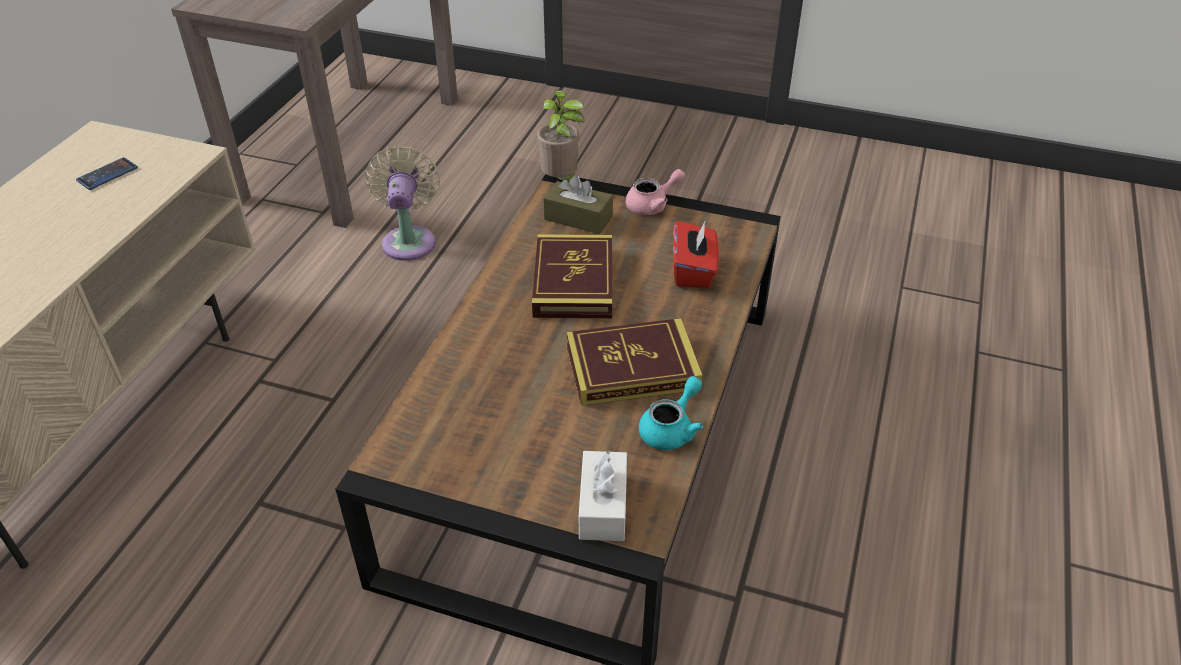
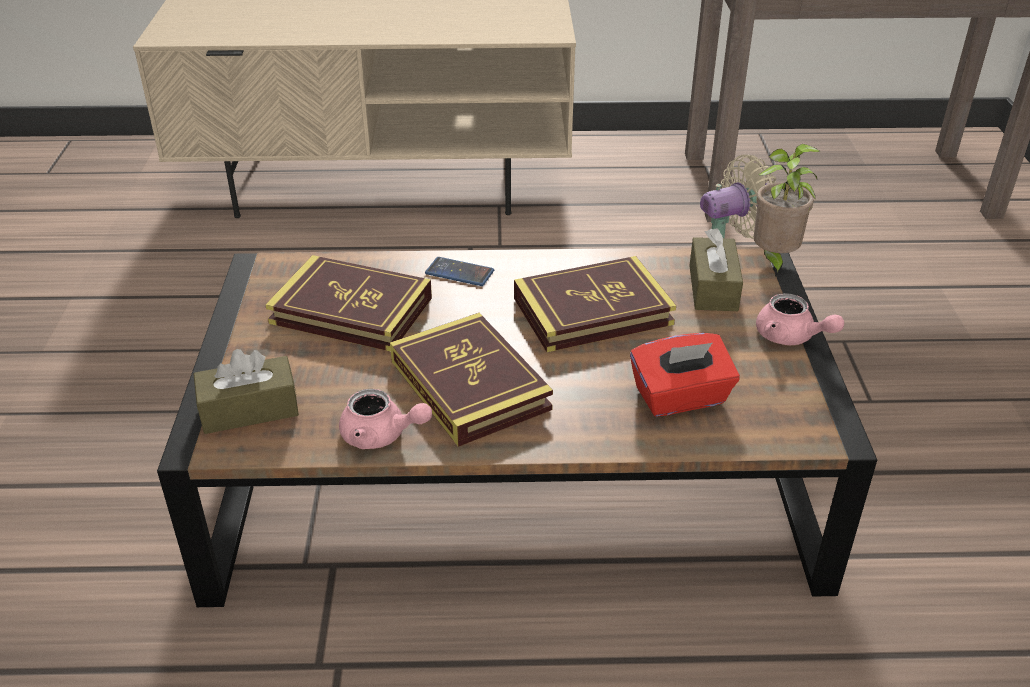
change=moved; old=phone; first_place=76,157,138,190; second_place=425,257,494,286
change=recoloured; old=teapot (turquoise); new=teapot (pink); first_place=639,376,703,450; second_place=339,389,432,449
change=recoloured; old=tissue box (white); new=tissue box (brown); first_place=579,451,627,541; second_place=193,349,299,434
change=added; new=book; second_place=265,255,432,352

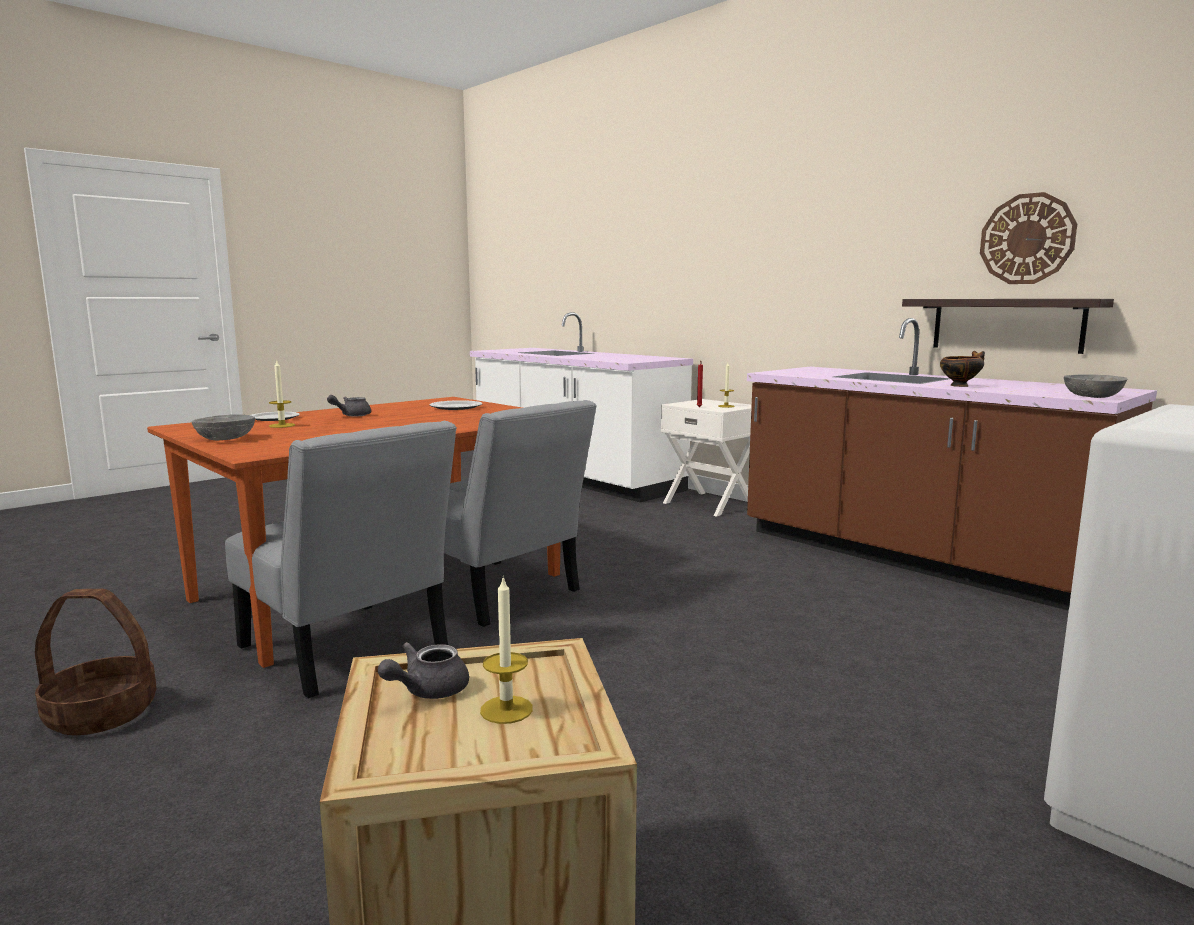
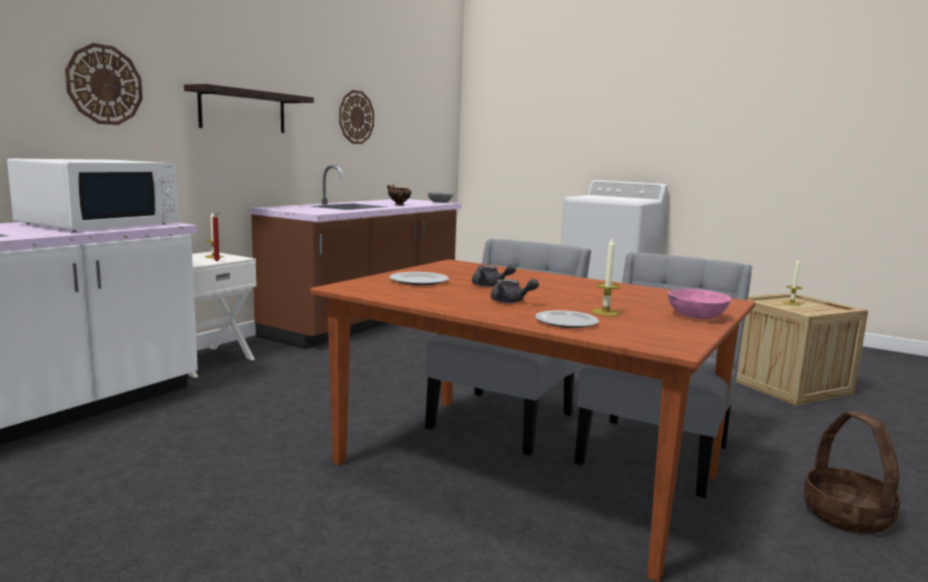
change=moved; old=shelf; first_place=902,299,1114,354; second_place=184,84,314,133
change=recoloured; old=bowl (grey); new=bowl (pink); first_place=192,414,255,440; second_place=668,289,731,319
change=moved; old=teapot (grey); first_place=378,642,469,699; second_place=472,264,516,287
change=added; new=wall clock; second_place=65,43,143,125
change=added; new=microwave (white); second_place=7,159,179,231

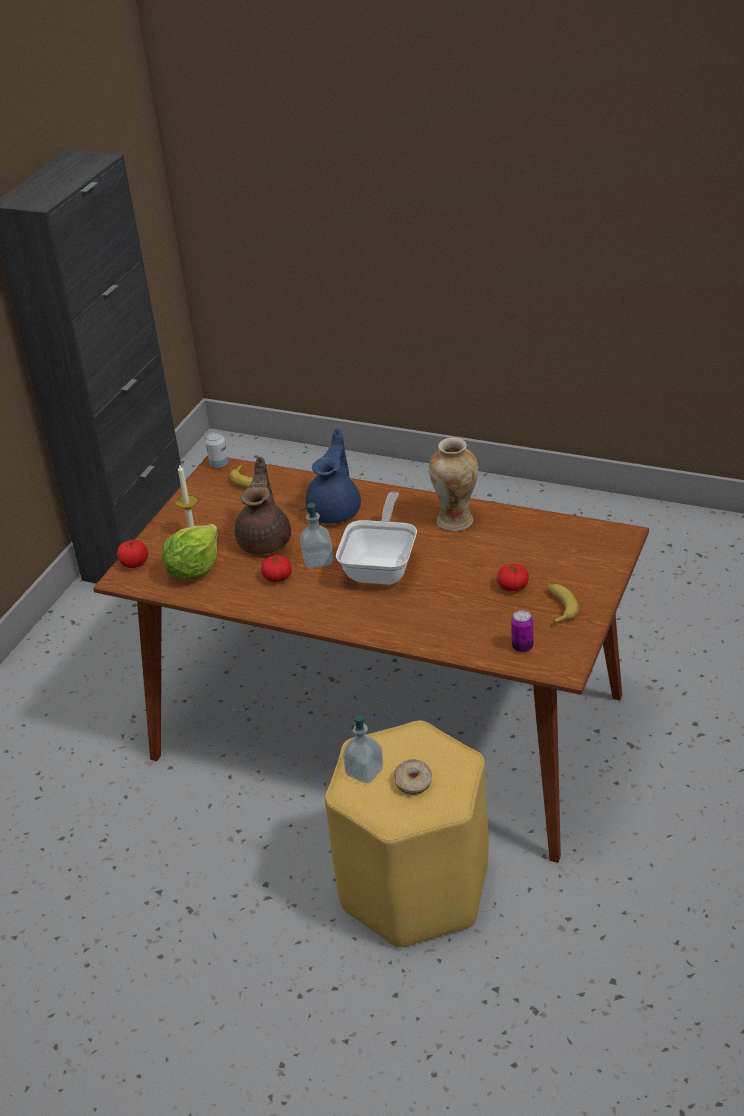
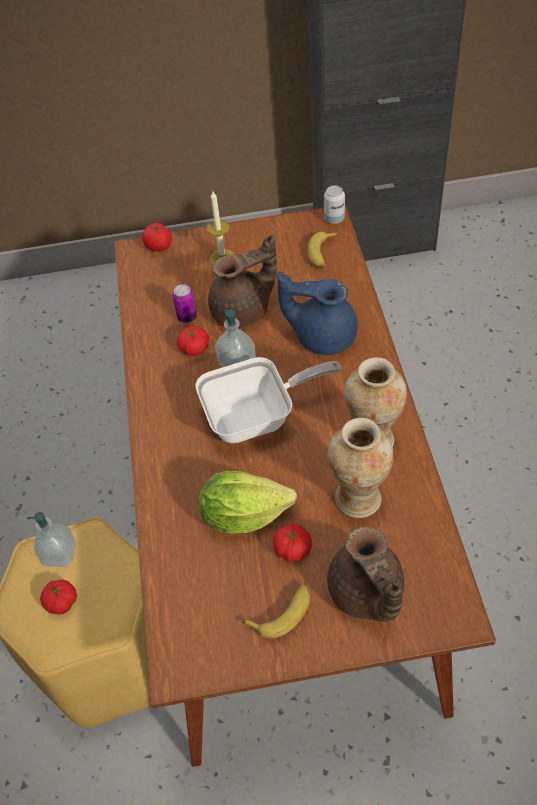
change=turned; old=teapot (blue); first_place=306,428,361,524; second_place=277,272,358,355; degrees=-150
change=moved; old=lettuce; first_place=162,524,218,580; second_place=199,471,297,534
change=moved; old=can; first_place=511,610,533,652; second_place=172,284,197,323
change=replaced; old=donut; new=tomato; first_place=394,759,432,795; second_place=40,579,77,615
change=added; new=vase; second_place=328,418,394,518
change=added; new=teapot (brown); second_place=327,526,404,622

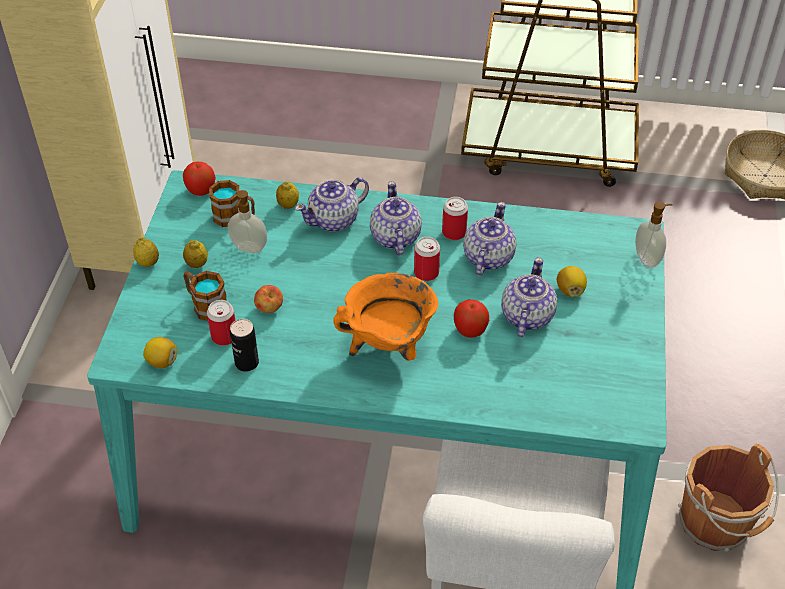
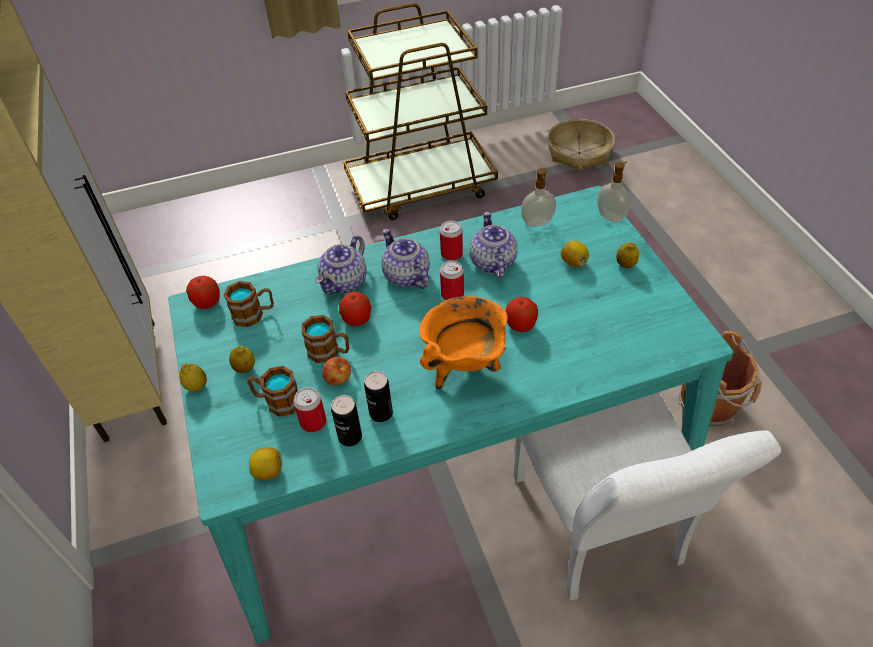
change=moved; old=lemon; first_place=276,182,299,209; second_place=616,242,639,268
change=moved; old=soap dispenser; first_place=228,190,267,253; second_place=521,168,556,227
change=removed; old=teapot; first_place=501,257,557,337
change=added; new=apple; second_place=339,292,371,326
change=added; new=mug; second_place=302,315,349,363
change=added; new=can; second_place=364,371,393,422

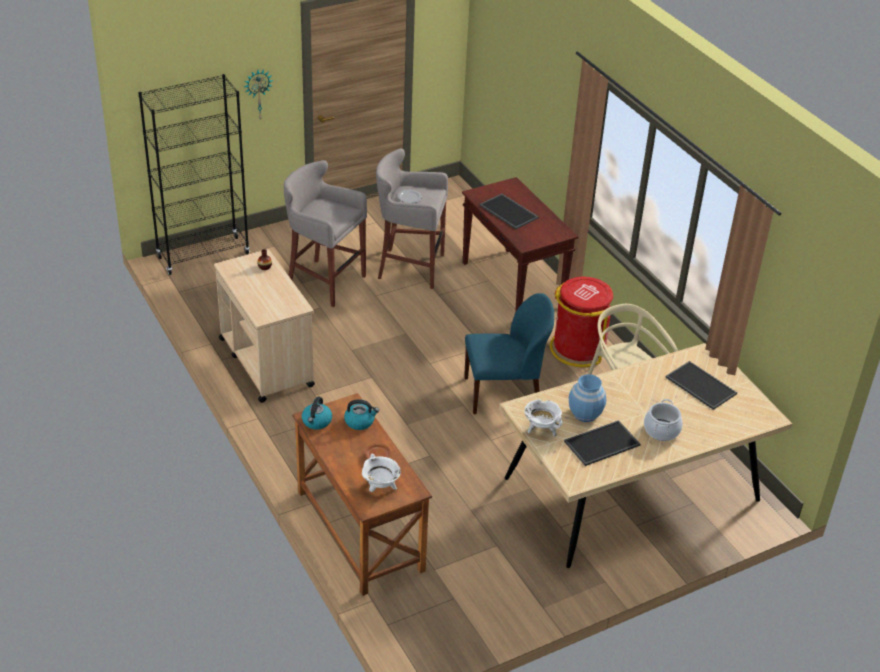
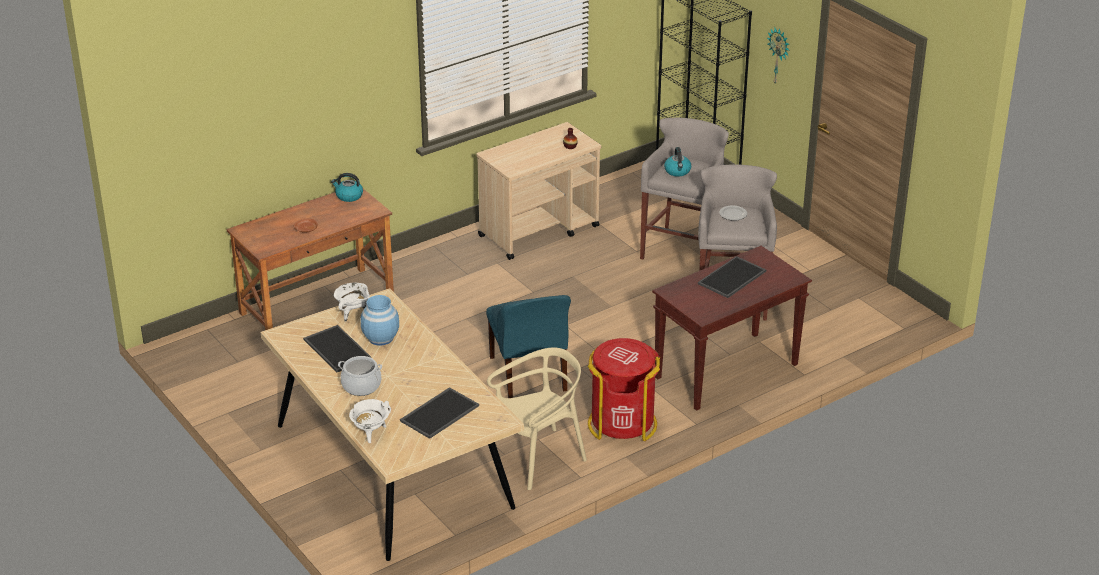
change=moved; old=kettle; first_place=344,399,379,430; second_place=664,147,691,177
change=moved; old=cooking pot (white); first_place=362,453,401,492; second_place=349,399,391,443

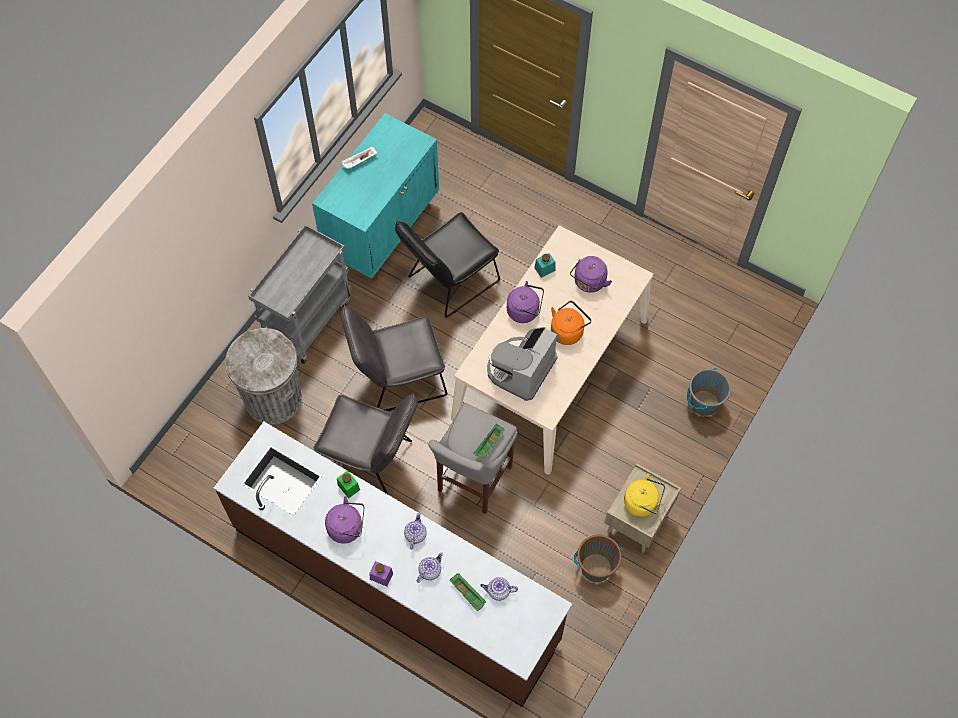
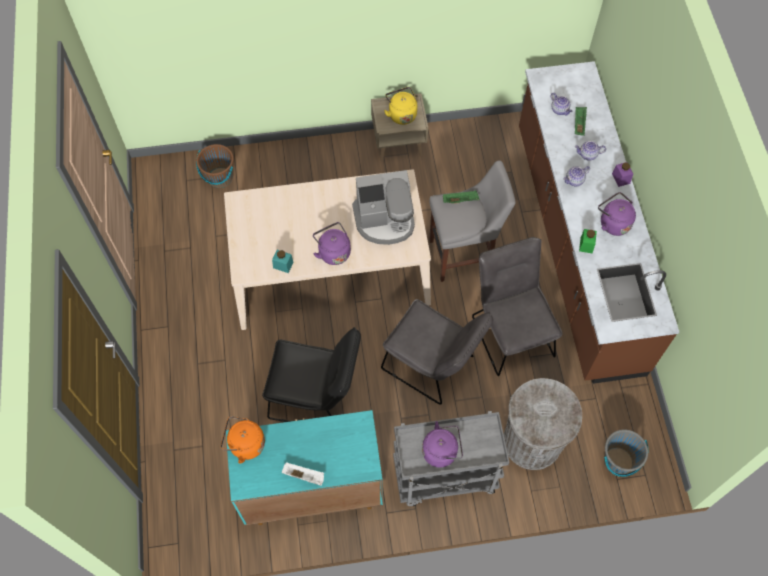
change=moved; old=kettle (purple); first_place=570,256,612,293; second_place=422,421,463,468
change=moved; old=kettle (orange); first_place=551,301,592,345; second_place=221,416,265,464
change=moved; old=bucket (grey); first_place=687,368,731,416; second_place=604,429,648,477
change=moved; old=bucket (brown); first_place=574,535,623,582; second_place=196,144,234,188

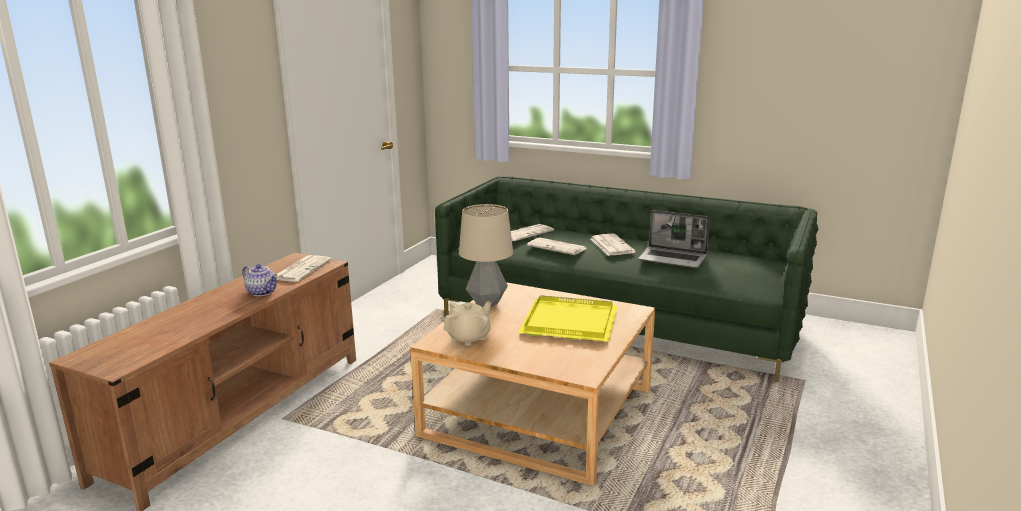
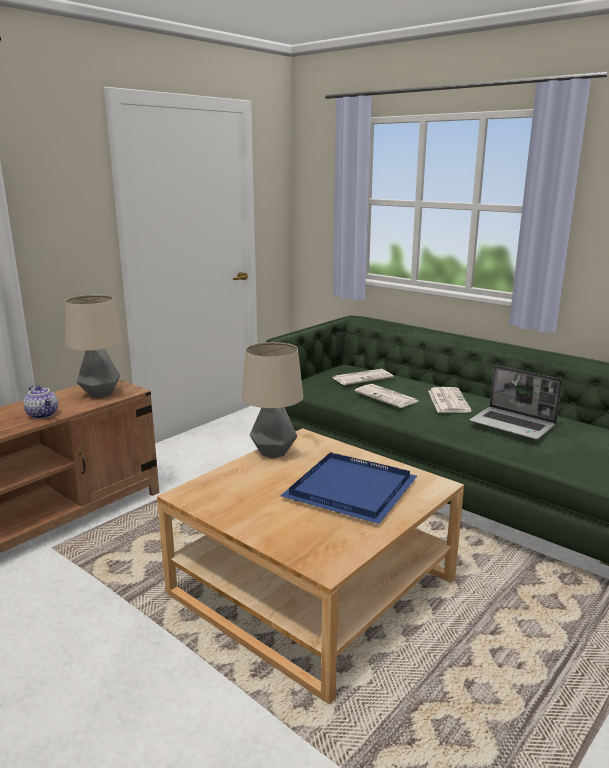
change=replaced; old=newspaper; new=table lamp; first_place=276,255,331,282; second_place=65,295,123,398
change=recoloured; old=tray (yellow); new=tray (blue); first_place=518,295,618,342; second_place=281,452,417,524
change=removed; old=teapot (beige); first_place=443,301,491,346

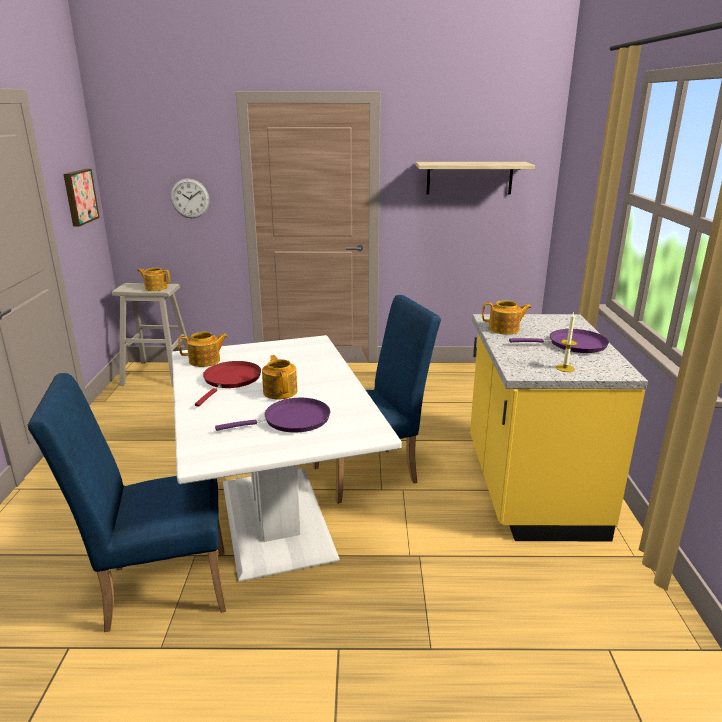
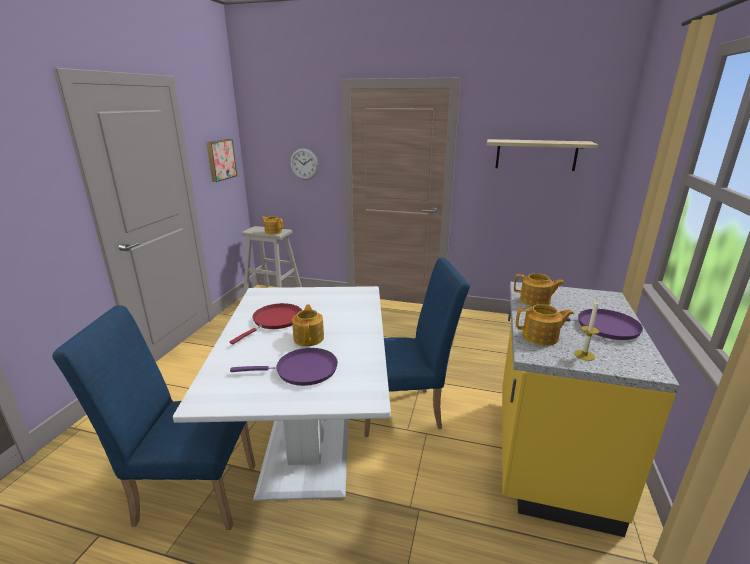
change=moved; old=teapot; first_place=178,332,228,367; second_place=516,304,574,346

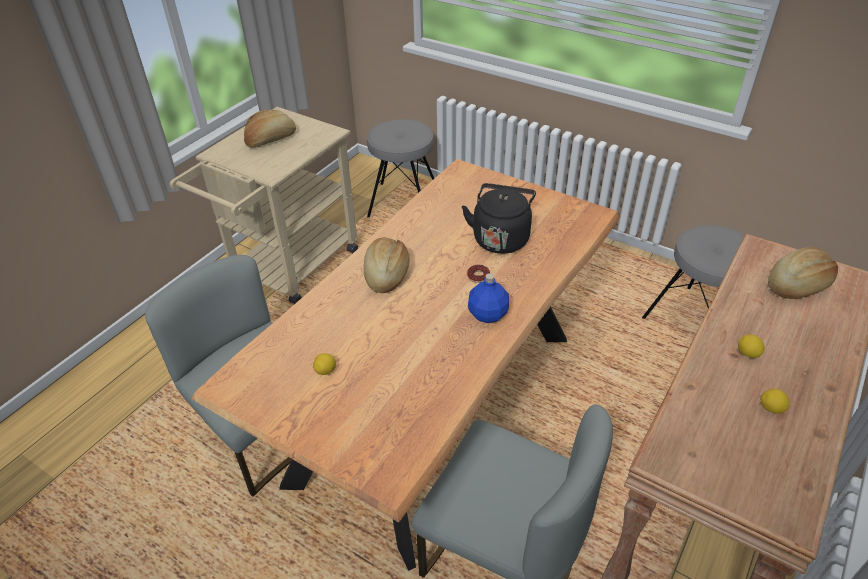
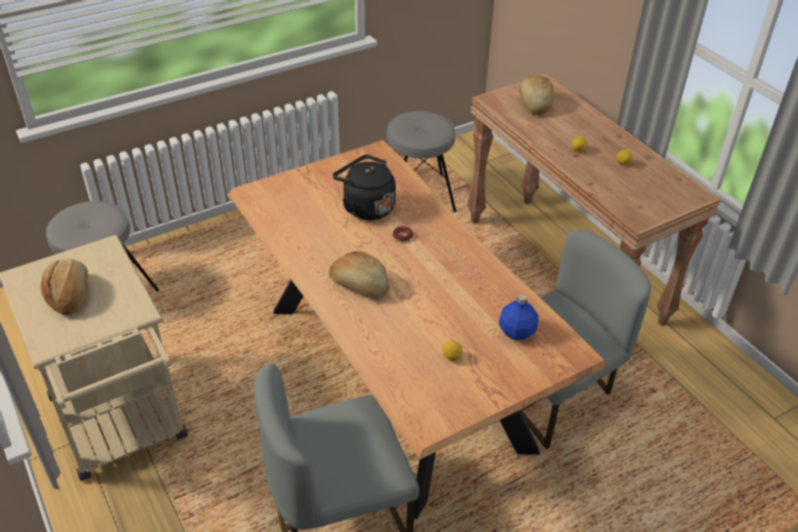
change=moved; old=bottle (blue); first_place=468,273,509,323; second_place=499,295,539,340

